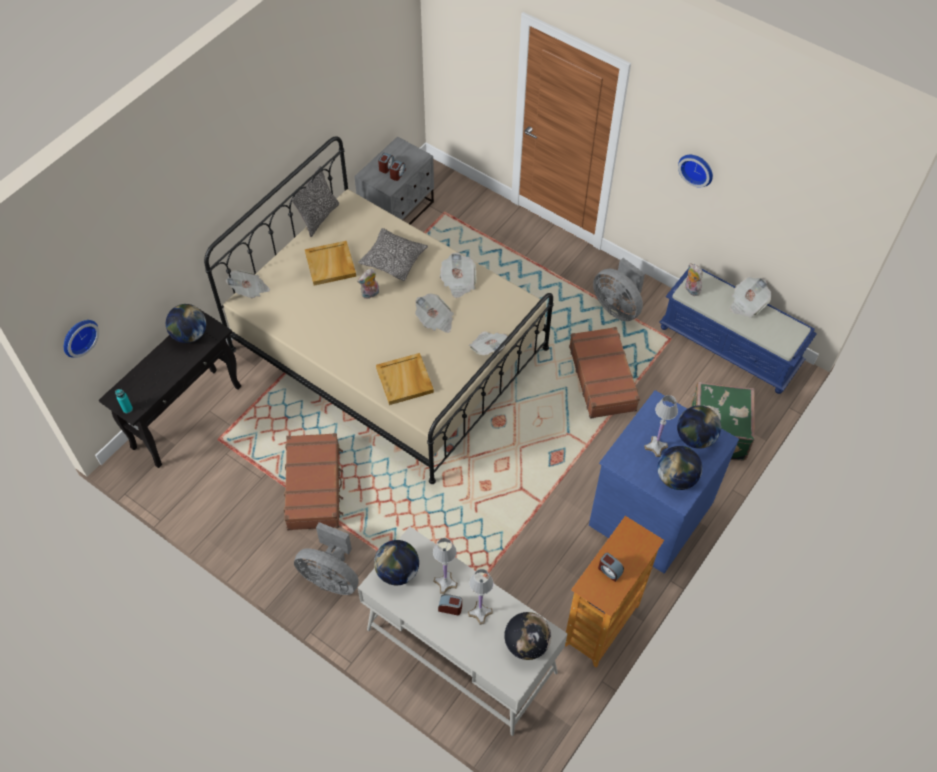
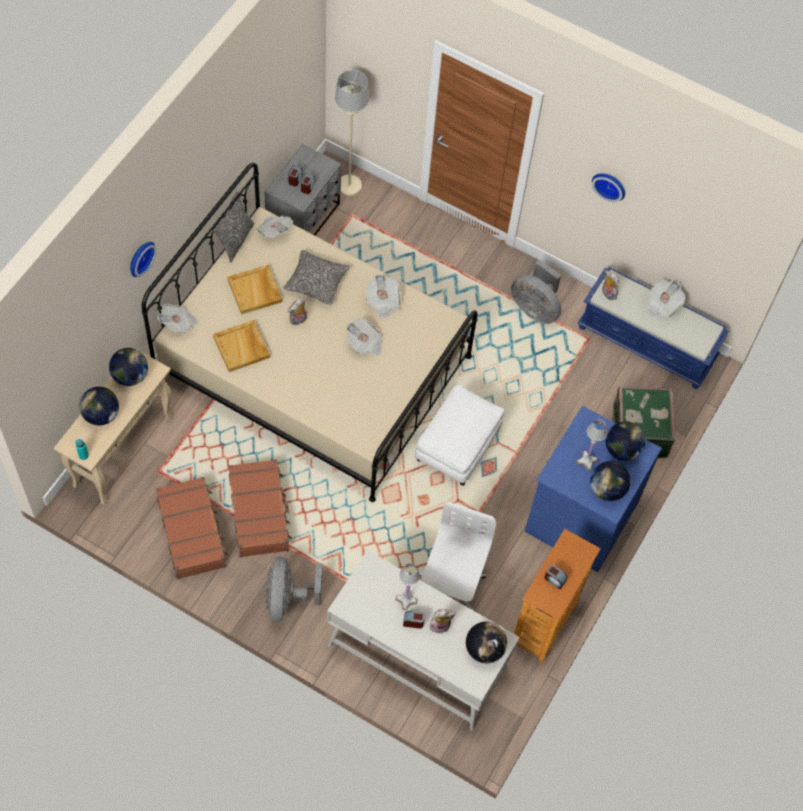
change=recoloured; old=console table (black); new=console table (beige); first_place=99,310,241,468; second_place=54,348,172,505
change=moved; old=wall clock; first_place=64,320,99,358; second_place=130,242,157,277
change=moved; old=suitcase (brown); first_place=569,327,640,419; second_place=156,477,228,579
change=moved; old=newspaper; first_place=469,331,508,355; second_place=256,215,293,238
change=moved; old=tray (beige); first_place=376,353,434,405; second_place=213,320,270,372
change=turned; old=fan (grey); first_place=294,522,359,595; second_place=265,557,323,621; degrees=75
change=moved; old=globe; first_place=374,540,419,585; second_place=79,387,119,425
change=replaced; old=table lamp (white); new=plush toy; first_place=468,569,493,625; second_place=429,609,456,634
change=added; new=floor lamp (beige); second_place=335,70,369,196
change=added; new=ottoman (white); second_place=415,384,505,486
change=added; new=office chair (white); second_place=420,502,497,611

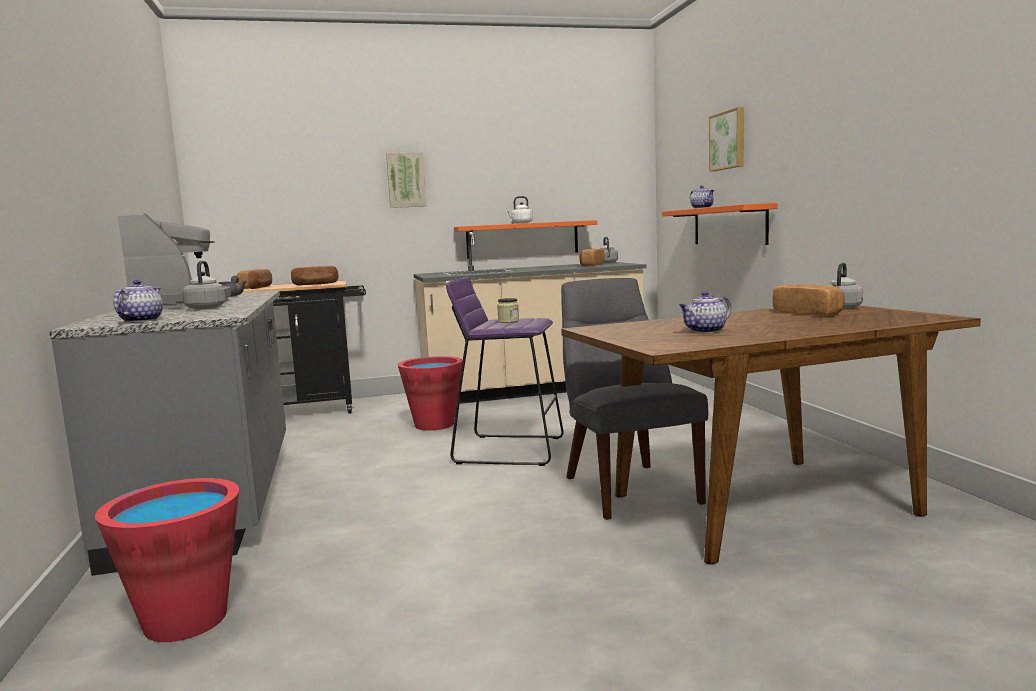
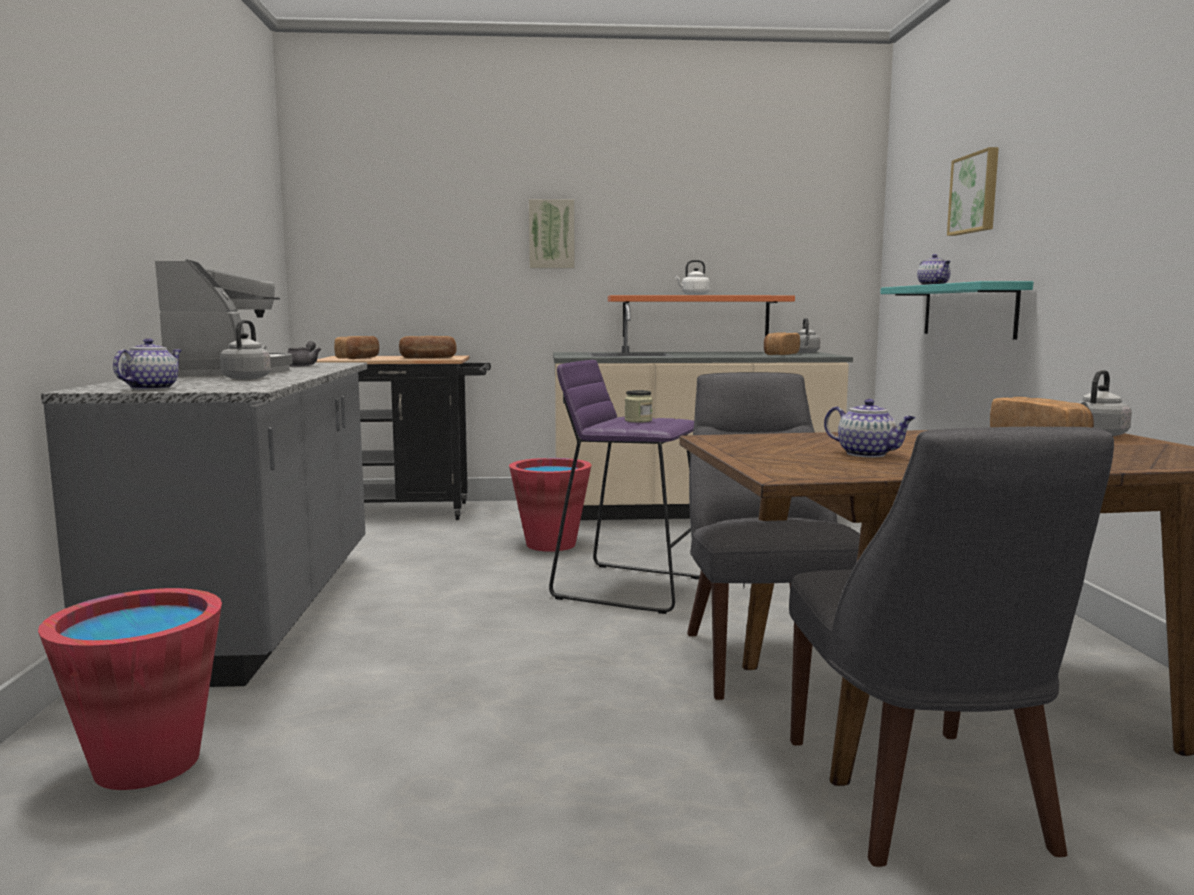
change=recoloured; old=shelf (orange); new=shelf (turquoise); first_place=662,203,778,245; second_place=880,281,1033,340
change=turned; old=teapot; first_place=679,291,732,333; second_place=824,399,915,457; degrees=-120
change=added; new=chair (grey); second_place=789,427,1114,867

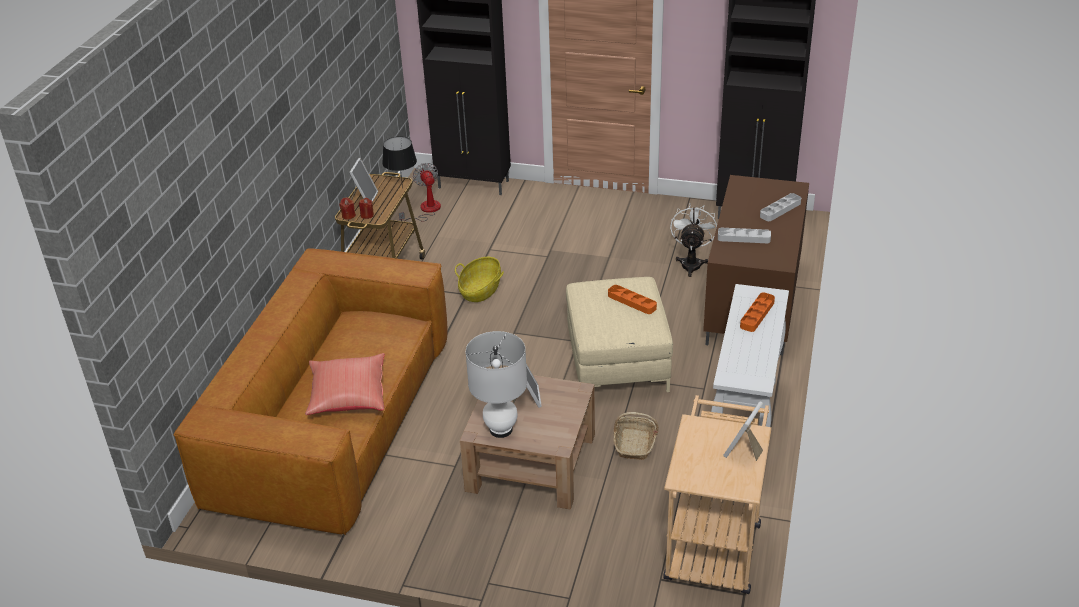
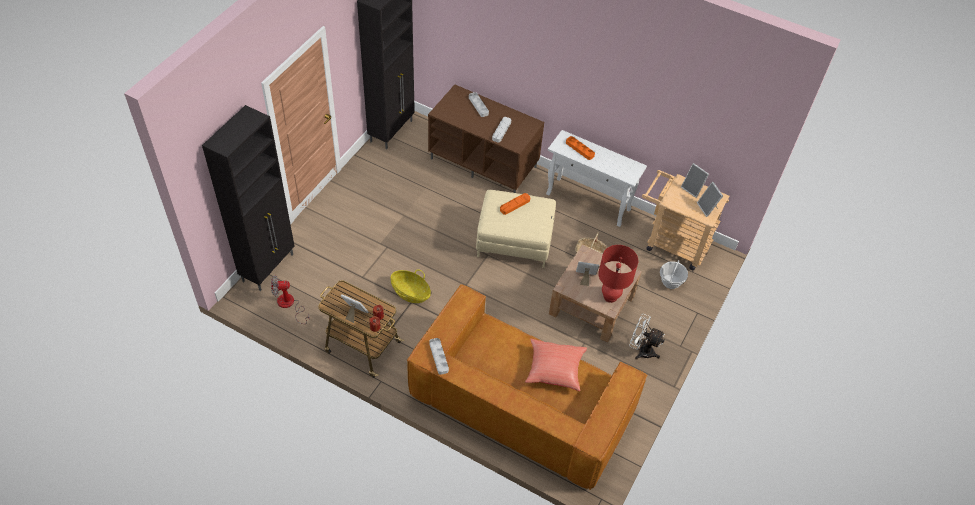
change=removed; old=table lamp (black); first_place=382,136,417,188
change=moved; old=fan (white); first_place=670,203,717,277; second_place=629,314,665,360
change=recoloured; old=table lamp (white); new=table lamp (red); first_place=465,331,527,438; second_place=598,245,638,303
change=added; new=picture frame; second_place=697,182,723,217
change=added; new=basket; second_place=660,260,688,289
change=added; new=tray (grey); second_place=429,338,449,375

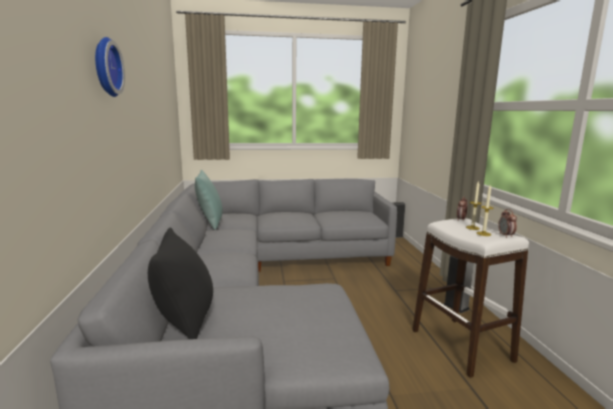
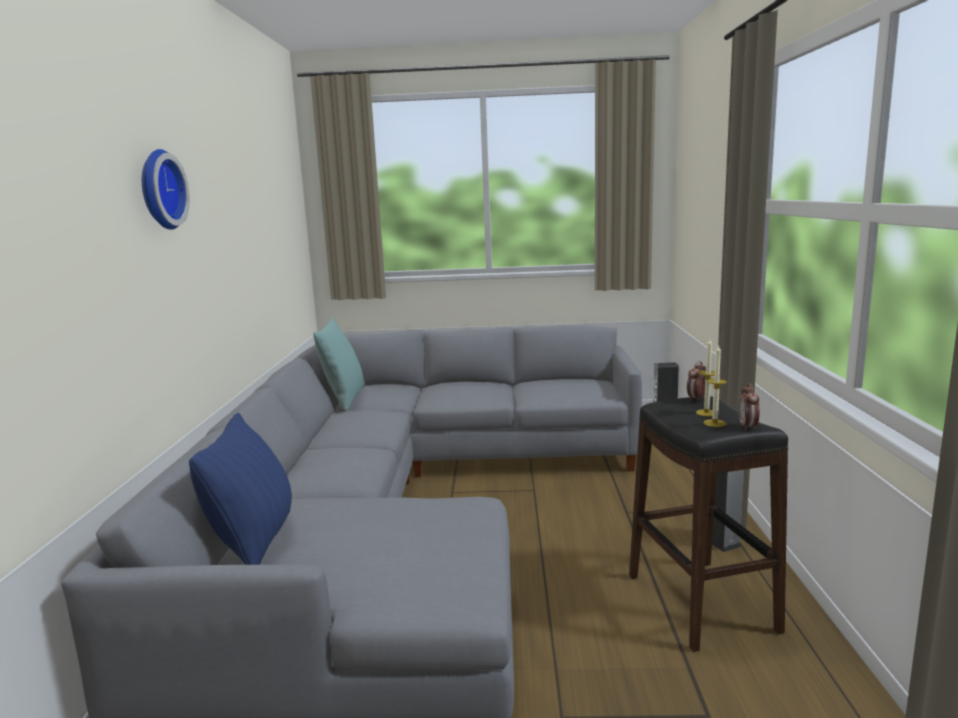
change=recoloured; old=stool (white); new=stool (black); first_place=412,218,529,378; second_place=629,396,788,652
change=recoloured; old=pillow (black); new=pillow (blue); first_place=148,227,213,339; second_place=189,413,292,565

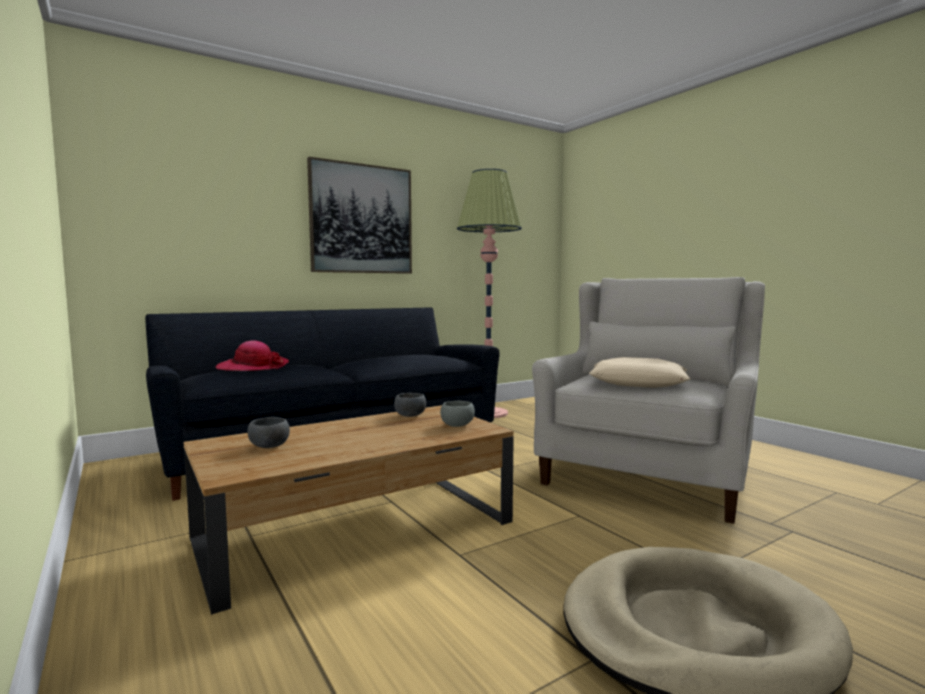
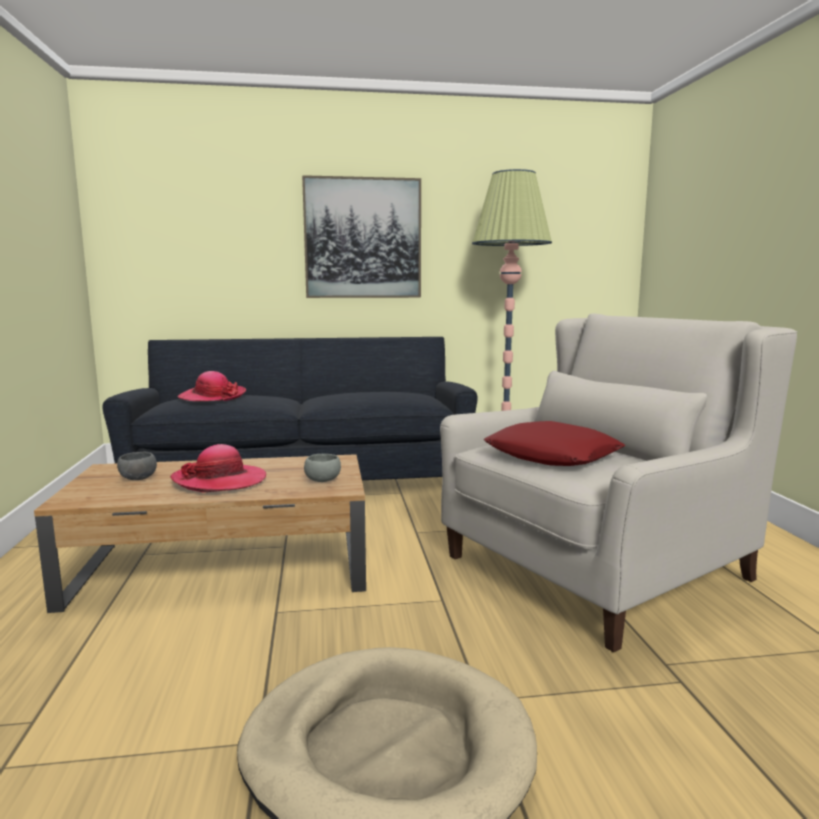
change=recoloured; old=pillow (beige); new=pillow (red); first_place=589,357,691,388; second_place=483,421,625,466
change=removed; old=bowl (grey); first_place=394,393,426,417
change=added; new=hat; second_place=170,444,266,493

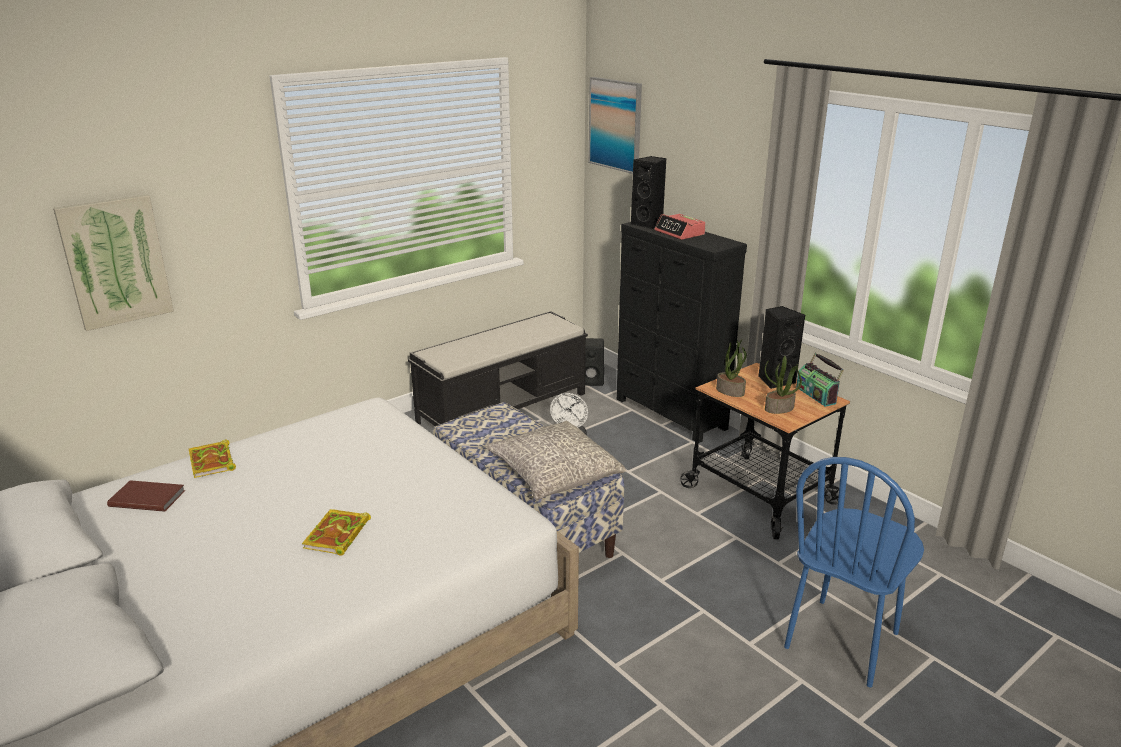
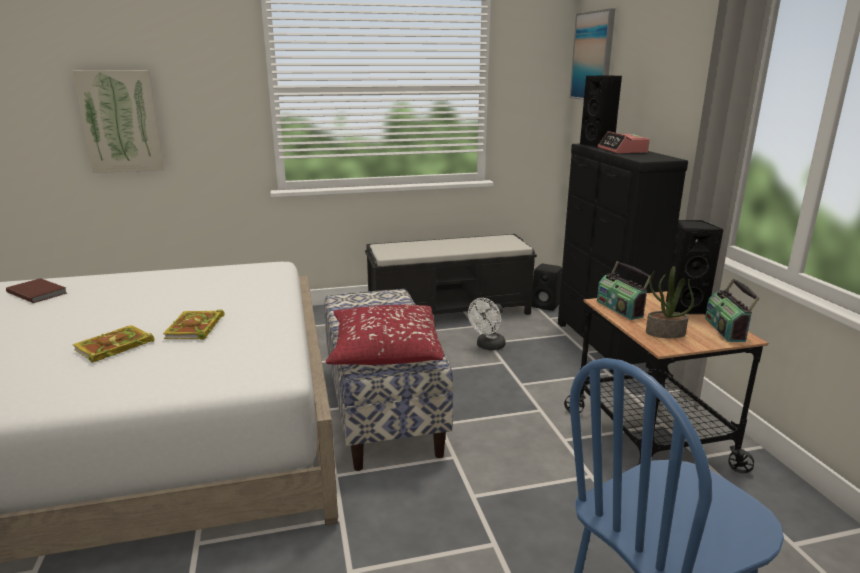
change=replaced; old=potted plant; new=radio; first_place=716,339,747,397; second_place=597,261,650,320
change=recoloured; old=pillow (grey); new=pillow (red); first_place=484,421,626,500; second_place=326,305,444,365
change=moved; old=book; first_place=189,440,236,478; second_place=163,309,225,340

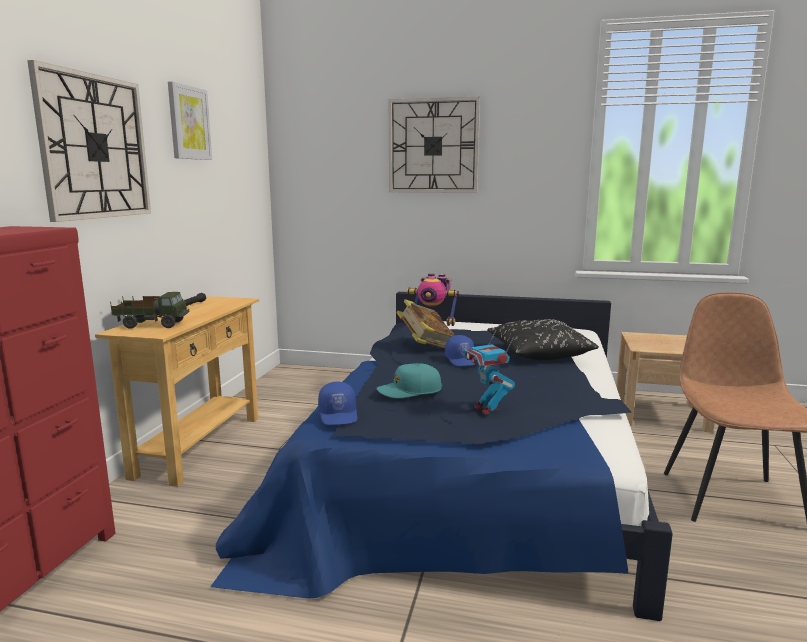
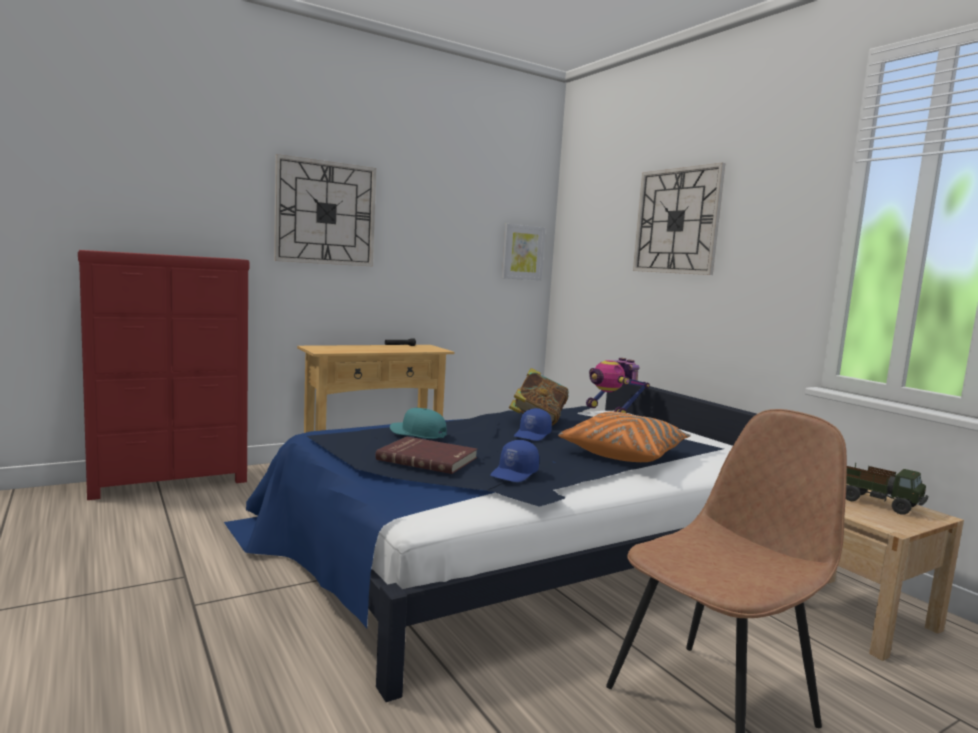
change=moved; old=picture; first_place=168,81,212,160; second_place=502,224,545,280
change=moved; old=toy truck; first_place=110,292,189,329; second_place=846,463,928,515
change=recoloured; old=pillow (black); new=pillow (orange); first_place=487,319,599,360; second_place=558,412,691,462
change=replaced; old=toy robot; new=book (red); first_place=465,331,515,414; second_place=376,436,477,474
change=moved; old=cap (blue); first_place=318,381,357,425; second_place=490,440,539,482

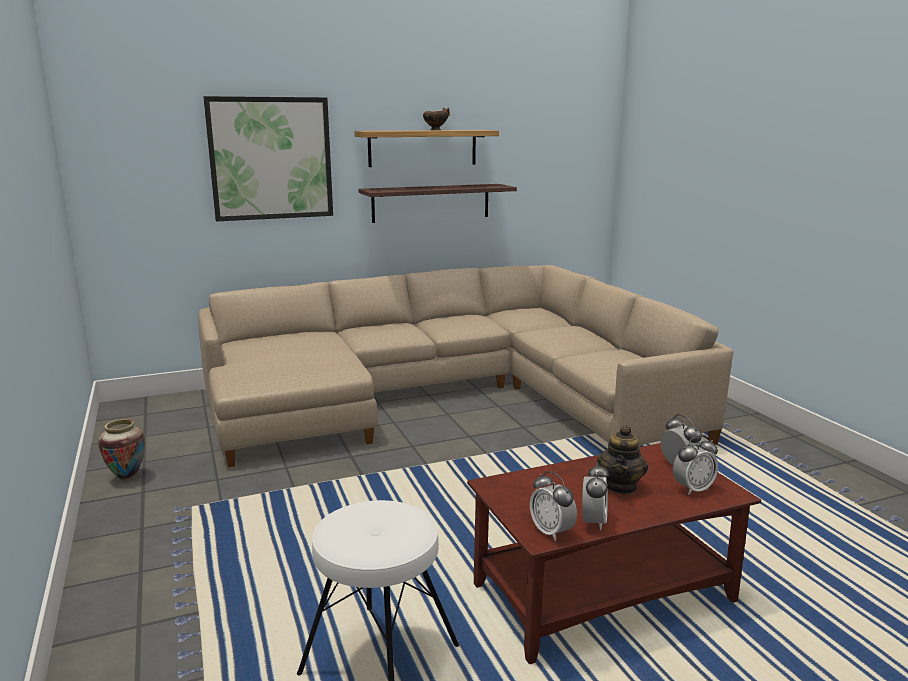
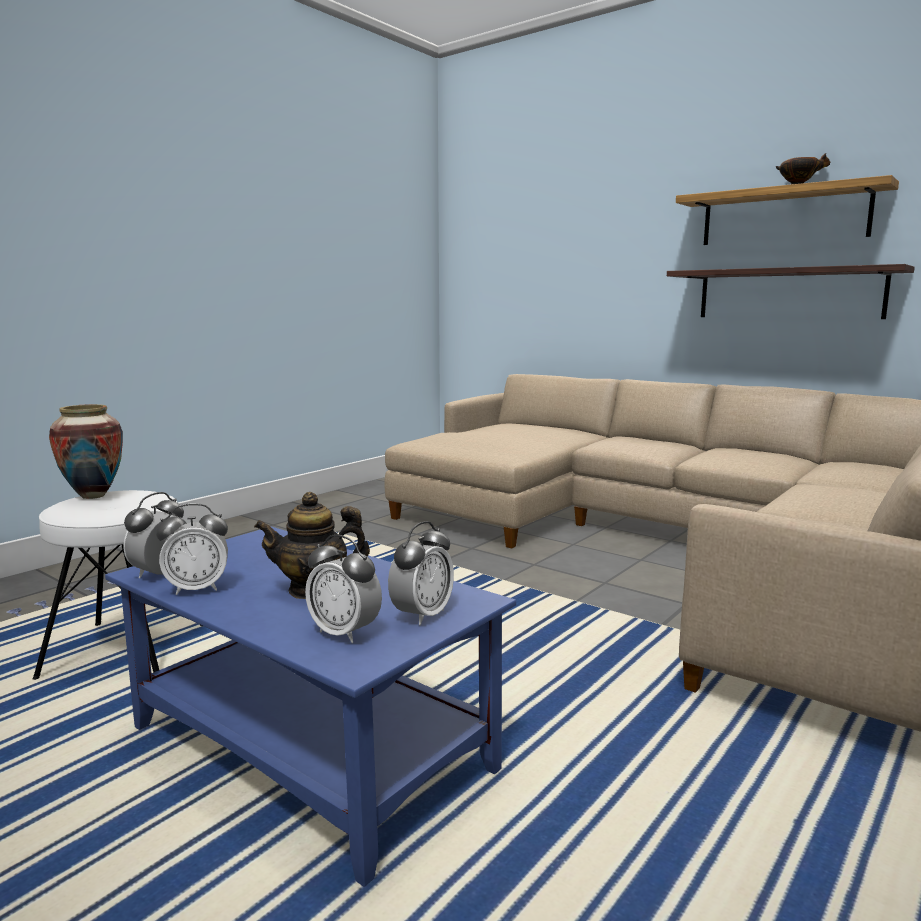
change=removed; old=picture; first_place=203,96,333,222
change=moved; old=vase; first_place=98,419,145,481; second_place=49,404,123,499
change=recoloured; old=coffee table (brown); new=coffee table (blue); first_place=467,443,761,664; second_place=105,527,516,887

